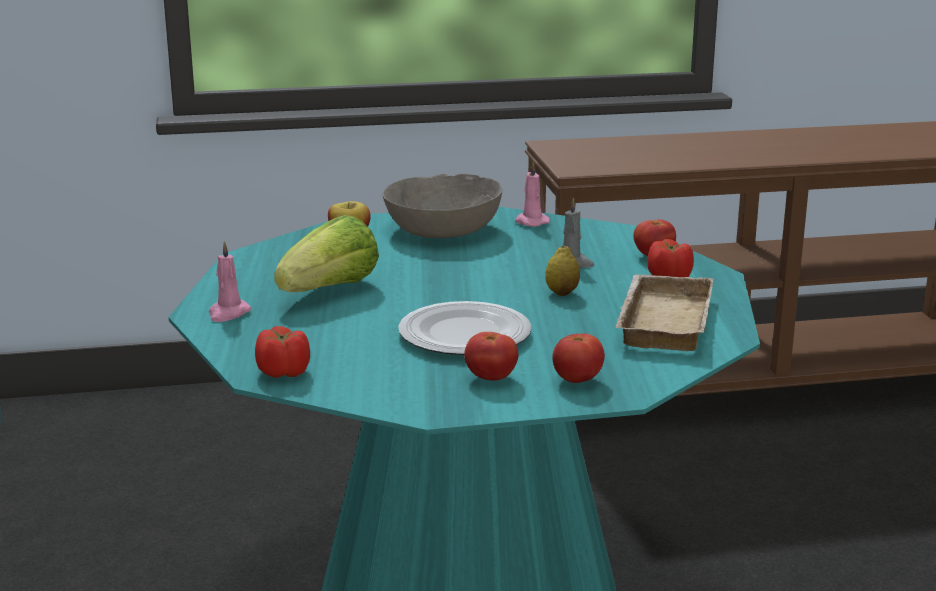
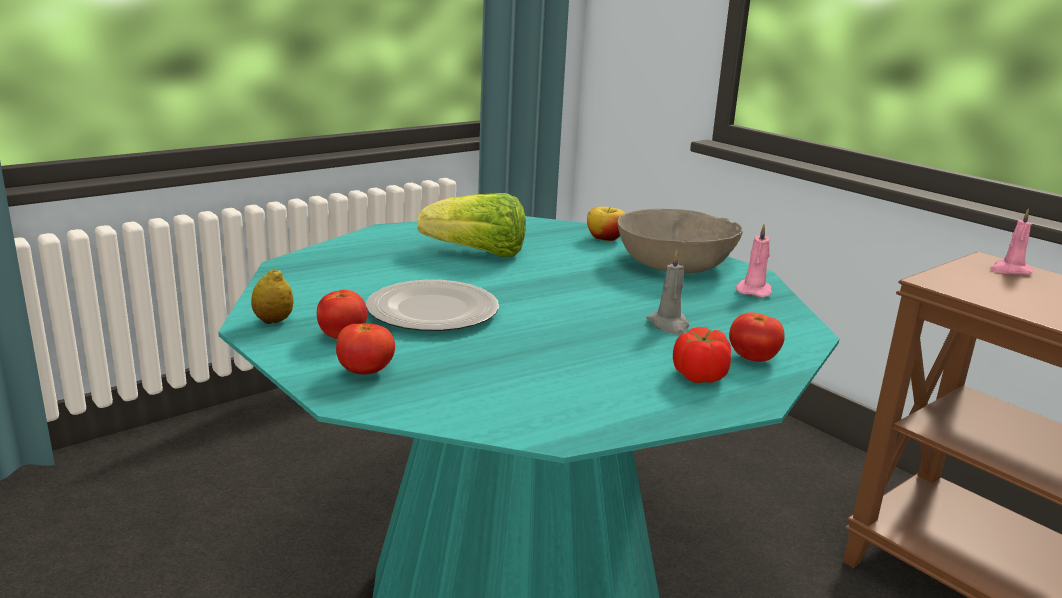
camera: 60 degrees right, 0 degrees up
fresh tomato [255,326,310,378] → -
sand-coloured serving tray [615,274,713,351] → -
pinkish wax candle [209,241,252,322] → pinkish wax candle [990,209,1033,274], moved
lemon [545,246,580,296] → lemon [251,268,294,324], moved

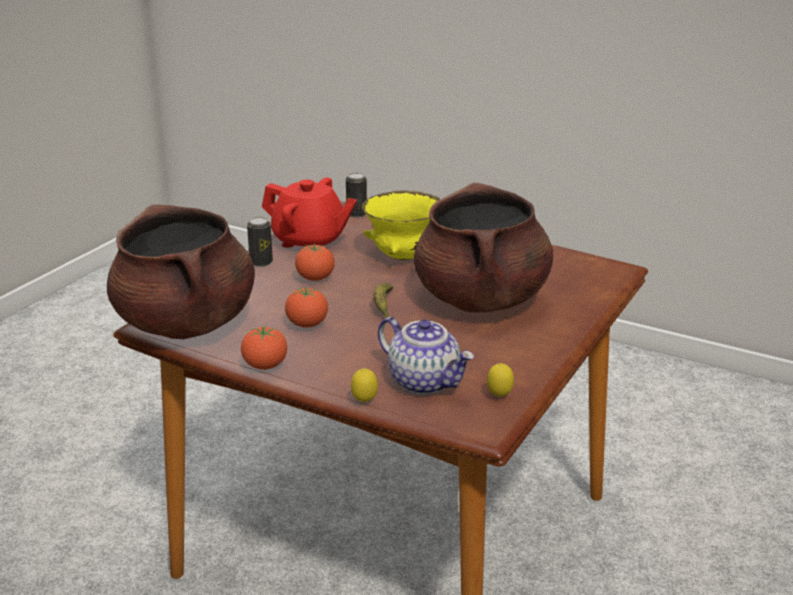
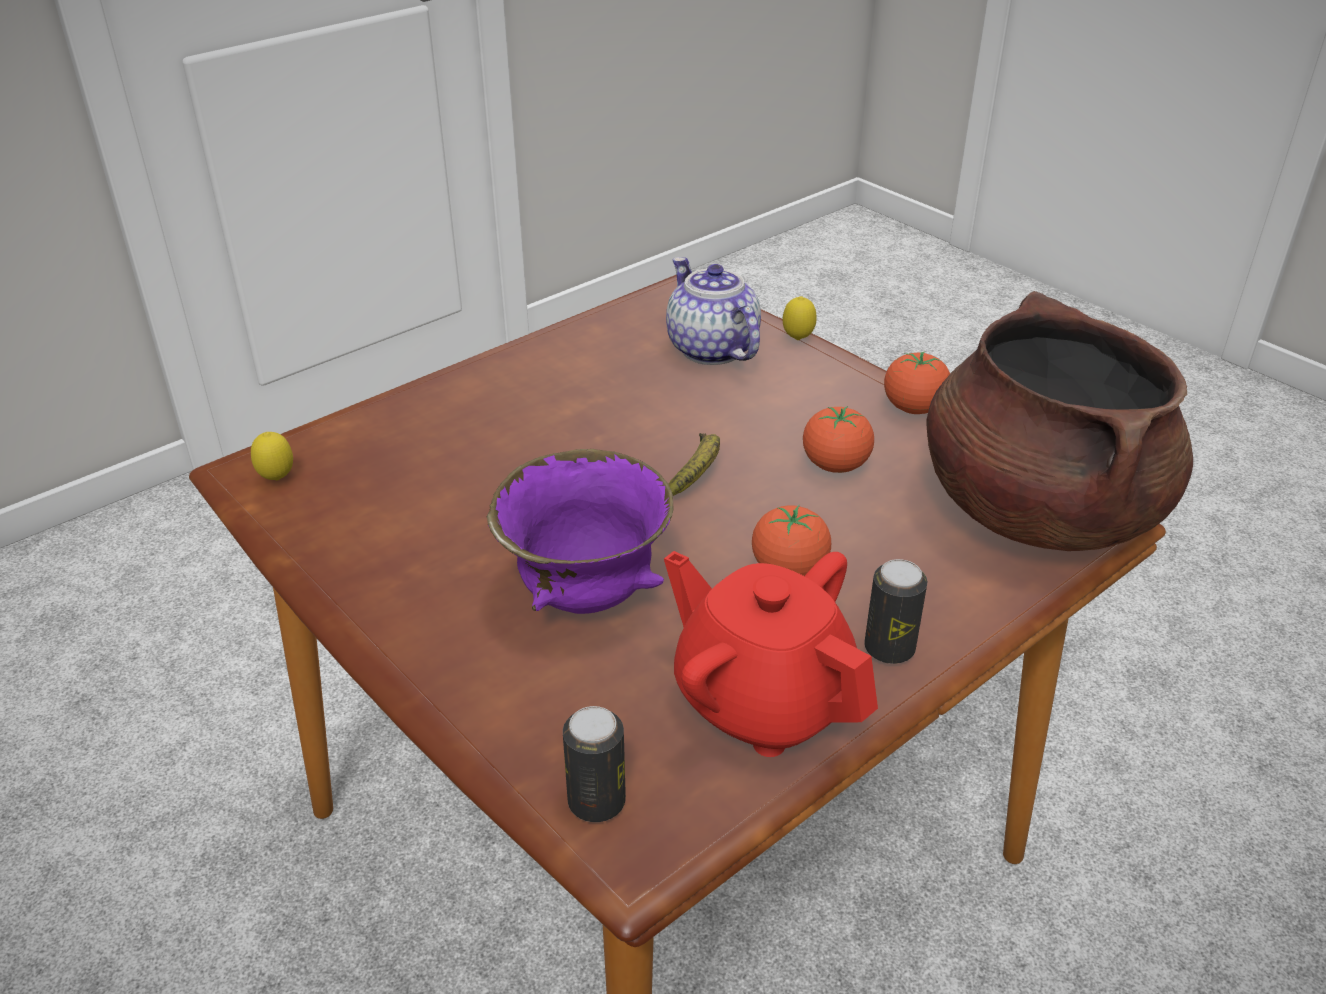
camera: 160 degrees left, 10 degrees up
brown stockpot [414,183,553,313] → -
lemon [487,363,514,397] → lemon [251,432,293,480], moved
yellowish deep dish [362,190,440,260] → purple-coloured deep dish [487,449,674,614]

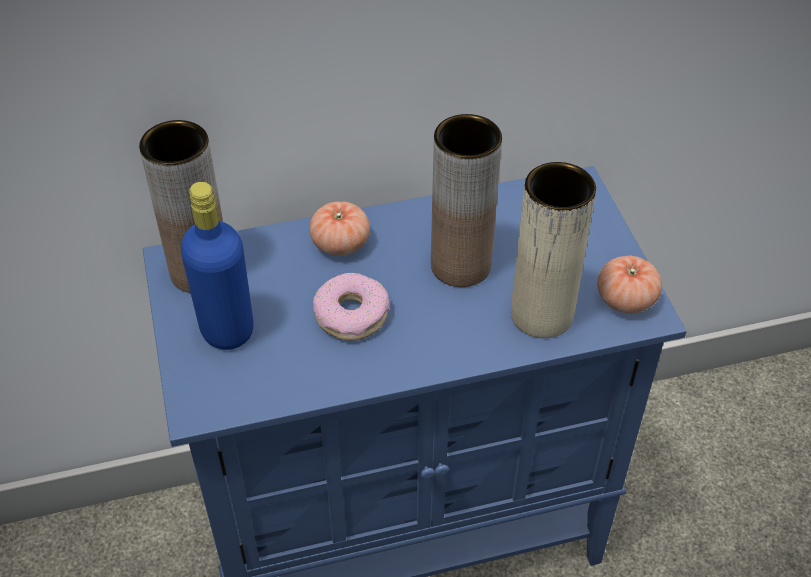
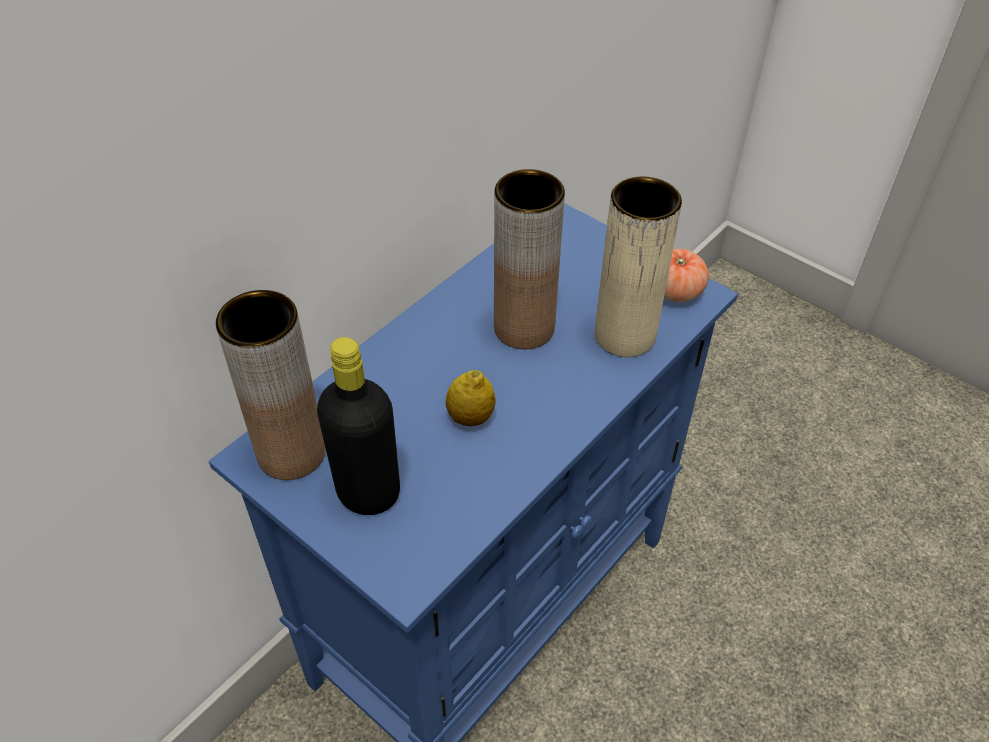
camera: 35 degrees left, 0 degrees up
fresh tomato [309,202,370,256] → -
doughnut [313,273,389,341] → lemon [445,370,496,426]
blue-coloured beverage bottle [181,182,254,350] → blackish beverage bottle [317,337,400,515]

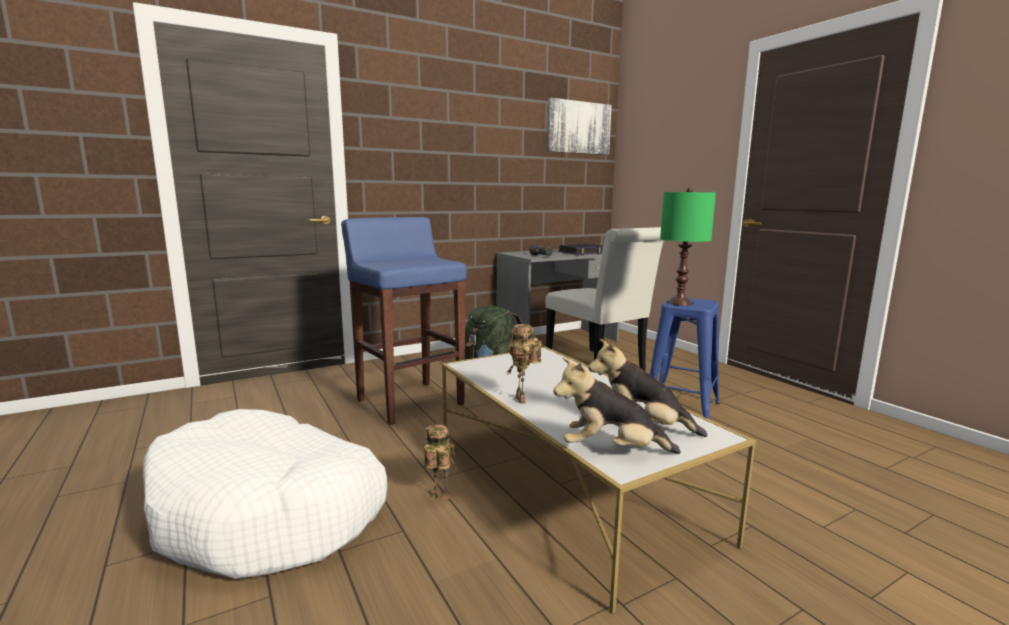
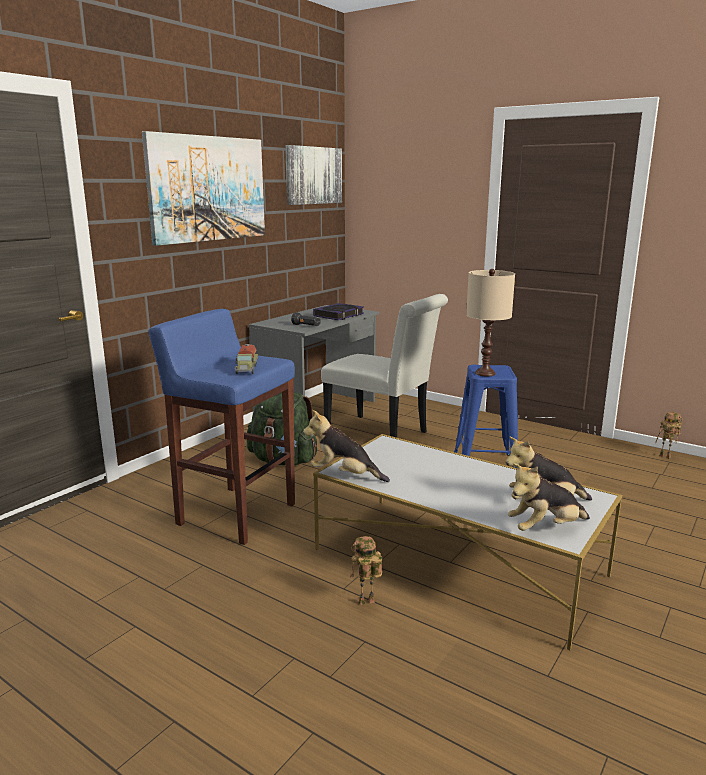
camera: 25 degrees left, 5 degrees up
white pet bed [143,409,387,579] → -
- → wall picture [142,131,265,246]
- → model truck [235,344,258,374]
- → plush toy [303,410,390,482]
model robot [506,324,542,404] → model robot [655,412,683,459], moved
green tabletop lamp [660,188,716,306] → sand-coloured tabletop lamp [466,269,515,376]

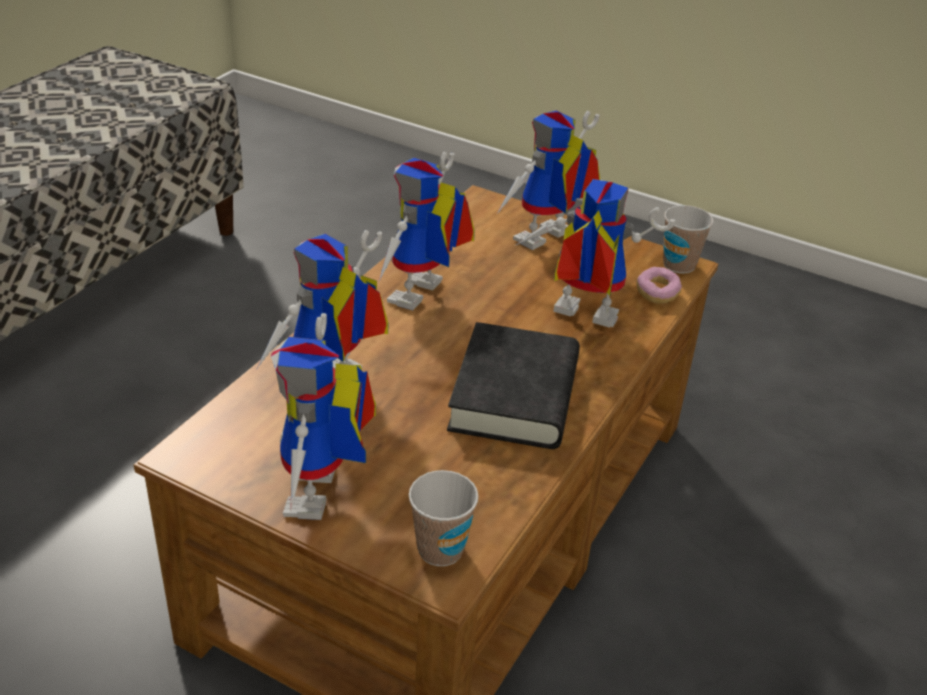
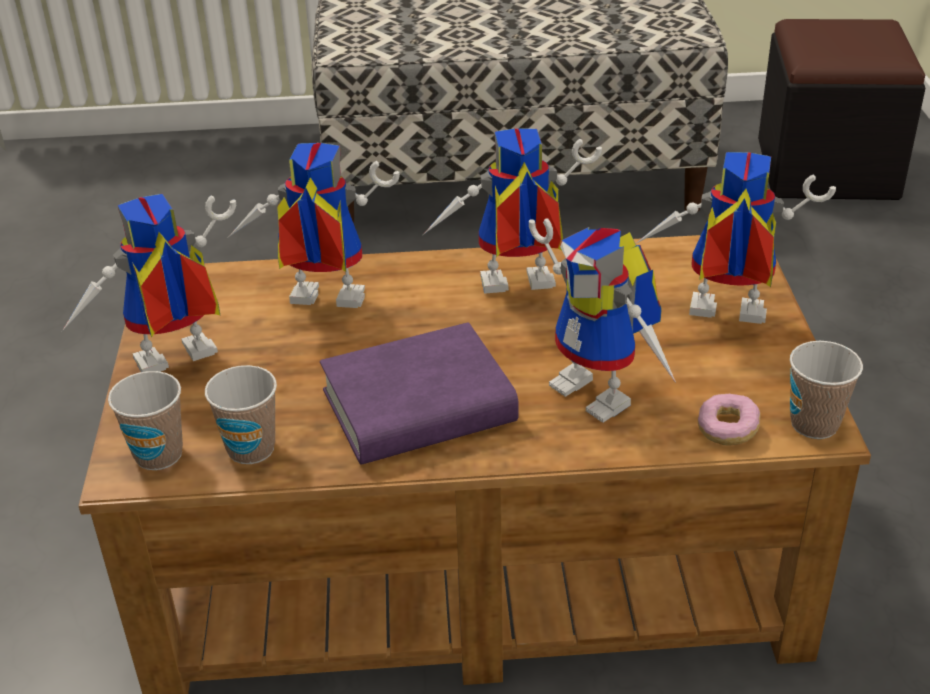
camera: 60 degrees right, 0 degrees up
- → drinking cup [205,365,277,464]
- → blackish ottoman [758,19,925,200]
blackish book [447,322,580,449] → purple-coloured book [320,322,519,464]
model robot [516,179,675,328] → model robot [529,218,676,423], 150 degrees clockwise

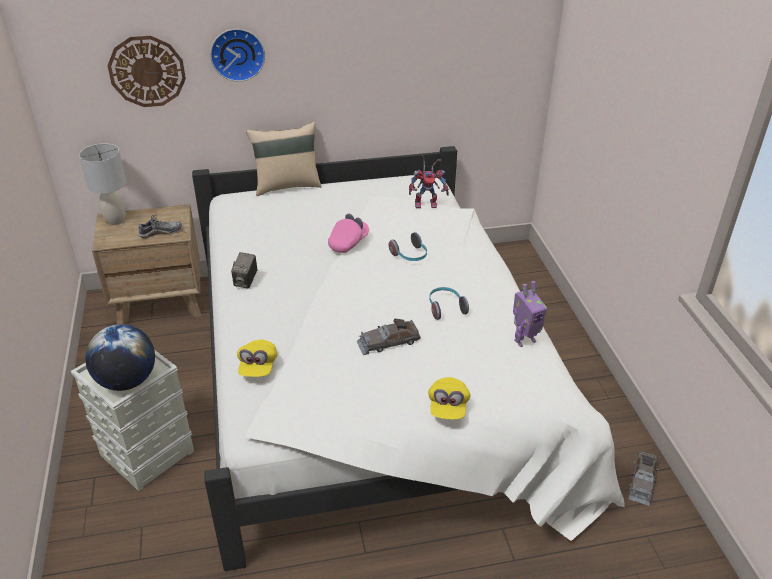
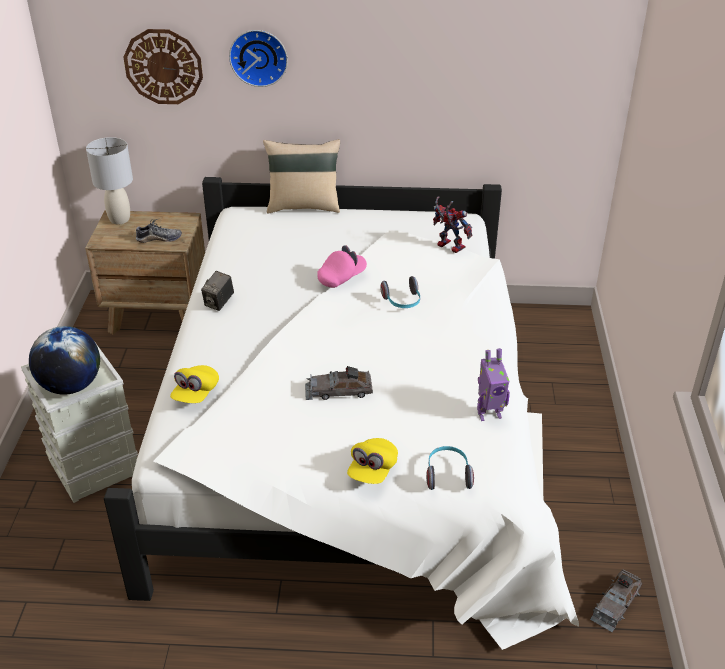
camera: 15 degrees right, 0 degrees up
headphones [429,287,469,320] → headphones [426,446,474,490], moved
model robot [409,155,449,208] → model robot [433,196,472,253], 150 degrees counterclockwise

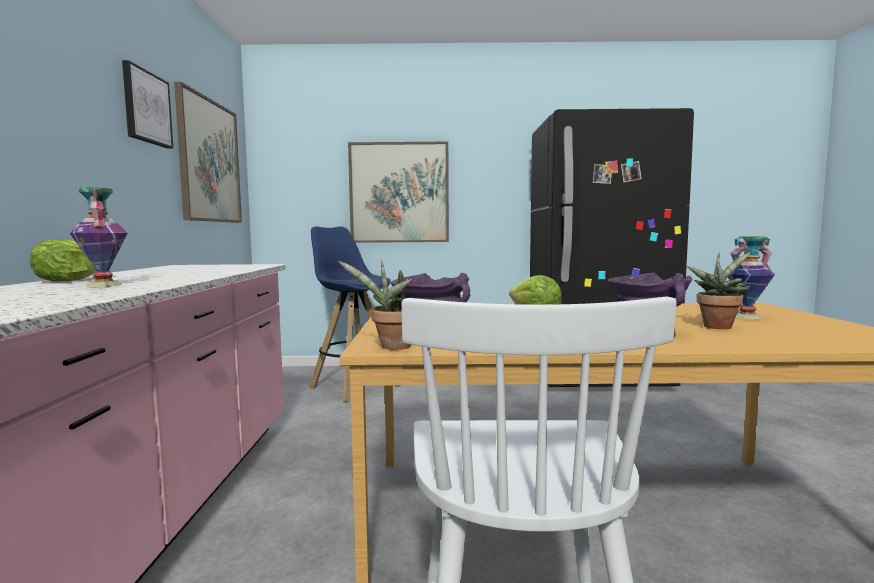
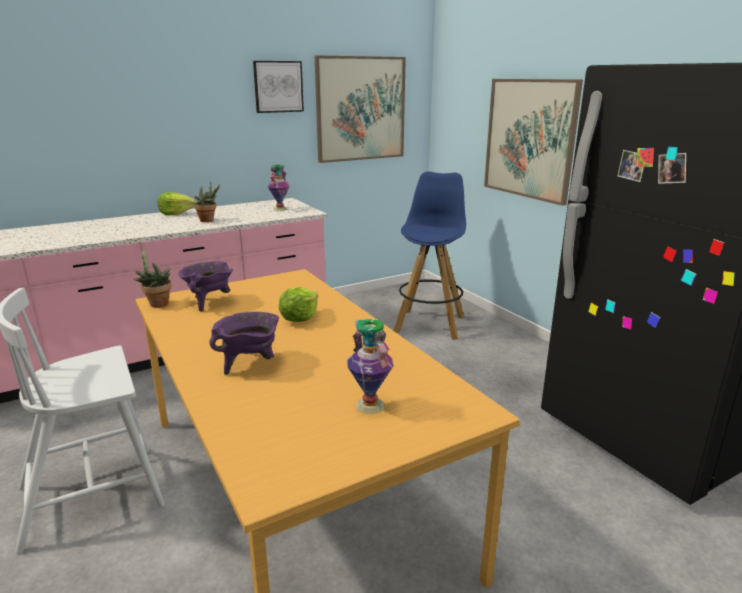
camera: 60 degrees right, 15 degrees up
decorative vase [70,187,128,287] → decorative vase [268,165,290,211], moved
plant in a pot [687,252,751,329] → plant in a pot [194,181,220,222], moved

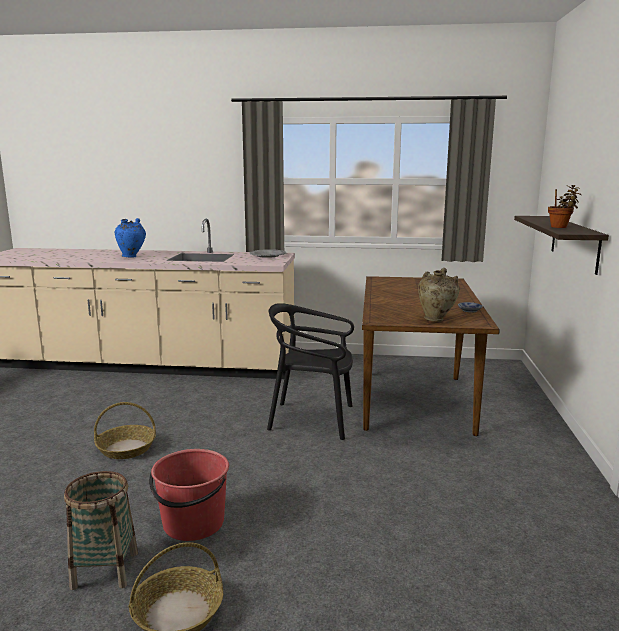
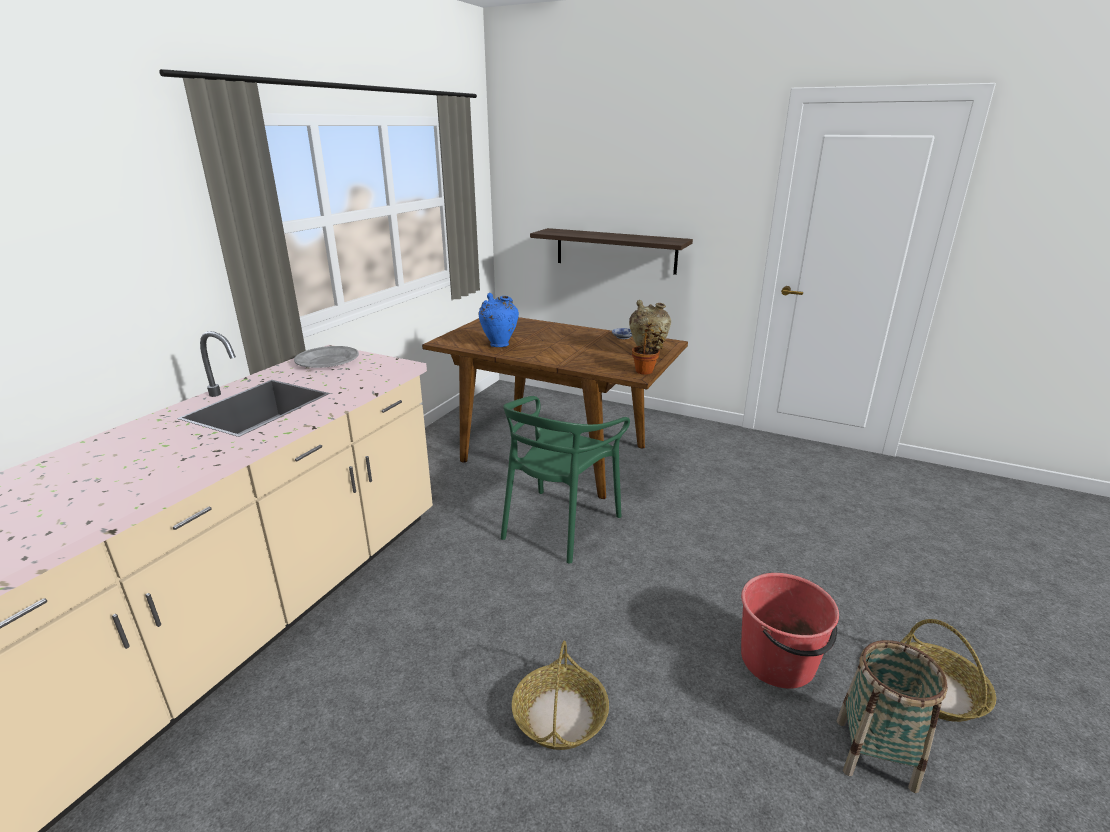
camera: 70 degrees left, 10 degrees up
blue-coloured decorative vase [115,218,146,258] → blue-coloured decorative vase [479,293,519,347], moved
plant in a pot [548,185,582,228] → plant in a pot [632,322,666,375], moved
blackish chair [267,303,354,440] → green chair [501,396,630,564]

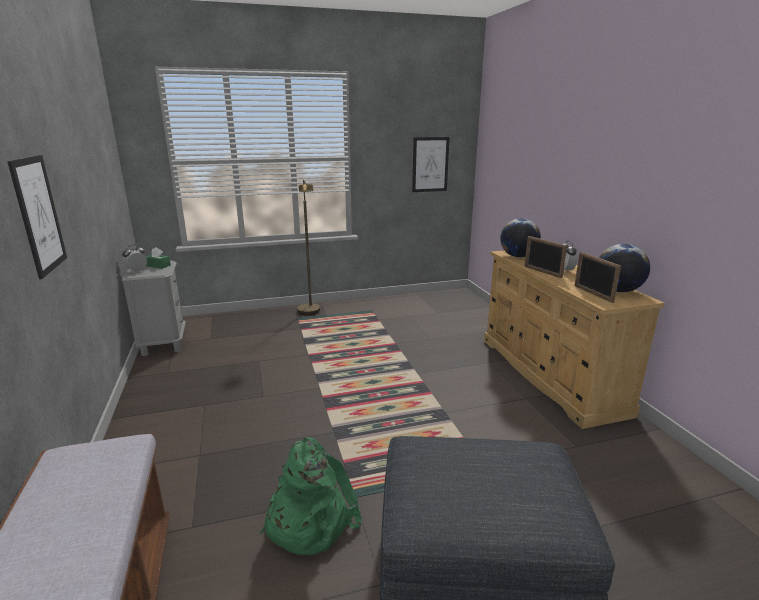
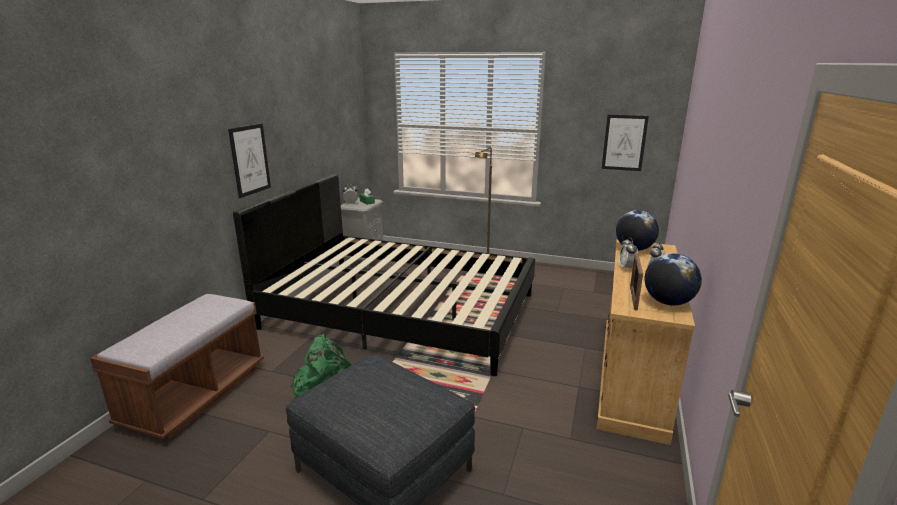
camera: 35 degrees right, 0 degrees up
- → blackish sleeping bed [233,174,535,376]
photo frame [524,236,567,278] → alarm clock [619,237,638,270]

